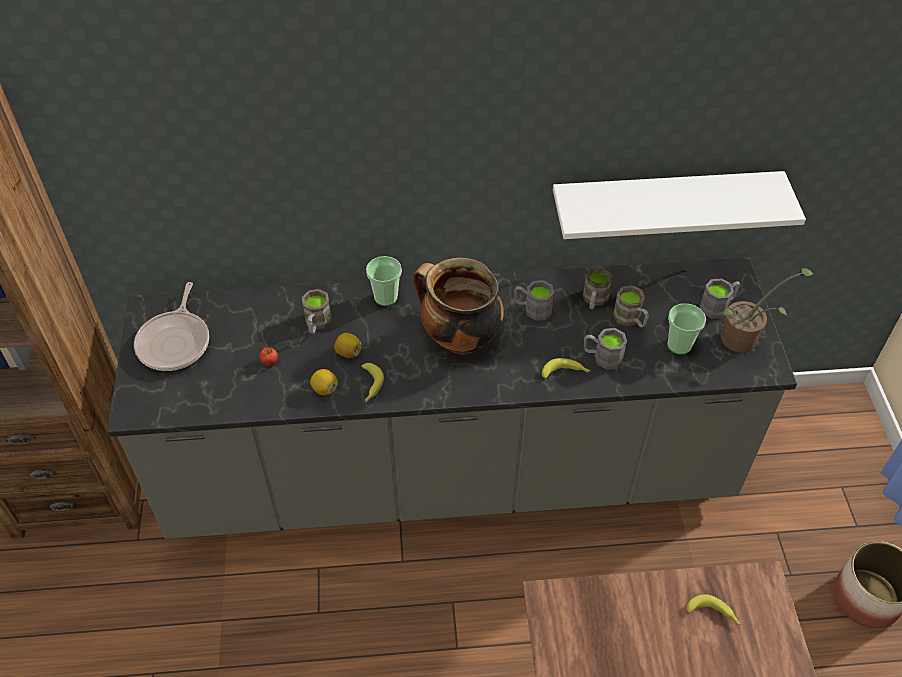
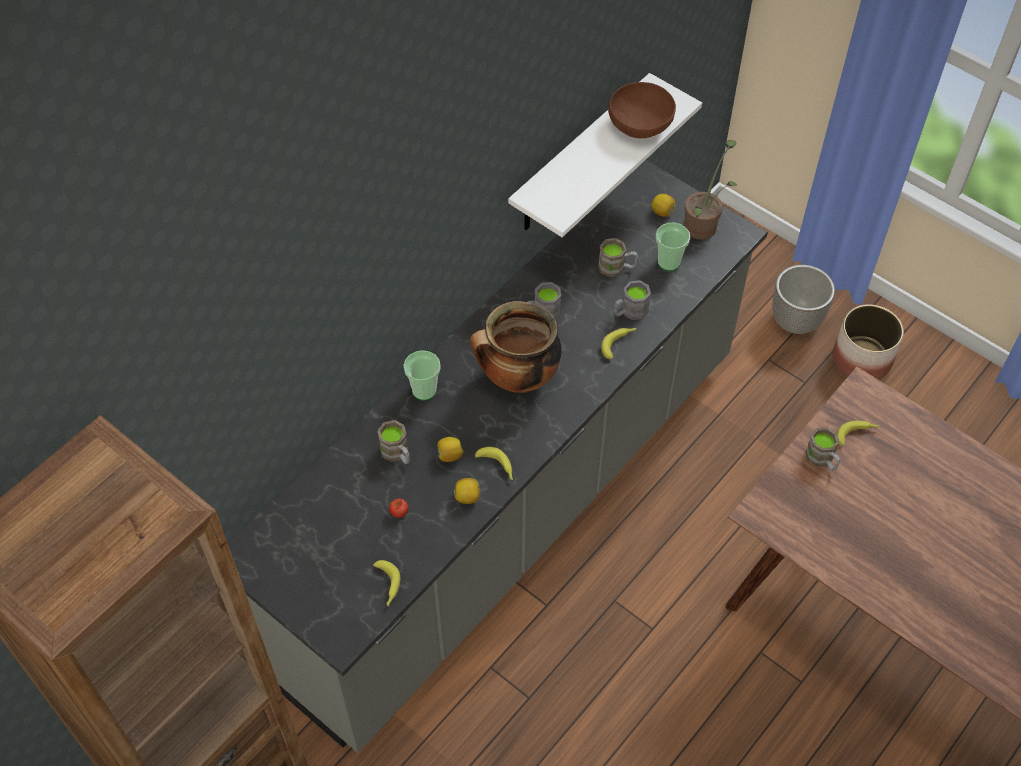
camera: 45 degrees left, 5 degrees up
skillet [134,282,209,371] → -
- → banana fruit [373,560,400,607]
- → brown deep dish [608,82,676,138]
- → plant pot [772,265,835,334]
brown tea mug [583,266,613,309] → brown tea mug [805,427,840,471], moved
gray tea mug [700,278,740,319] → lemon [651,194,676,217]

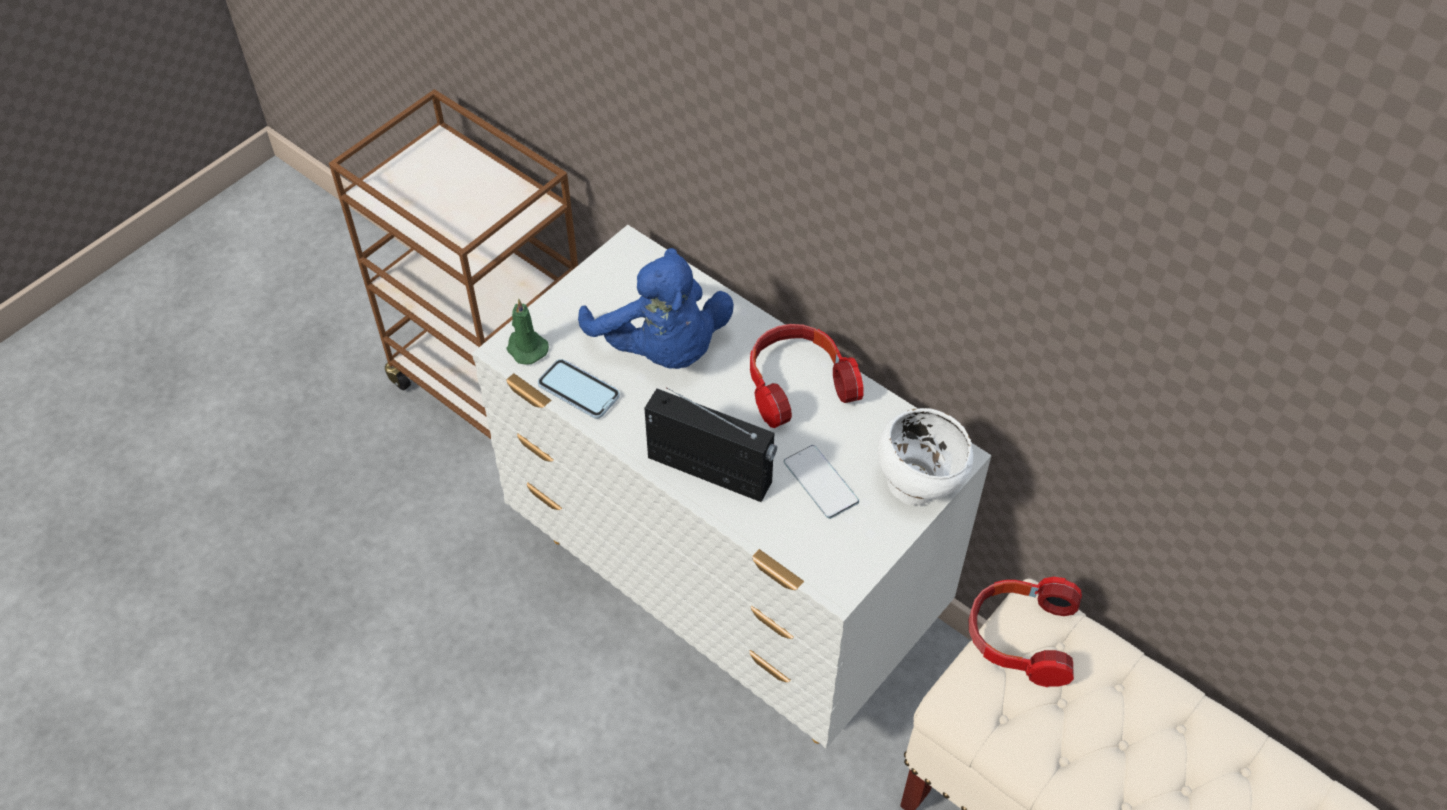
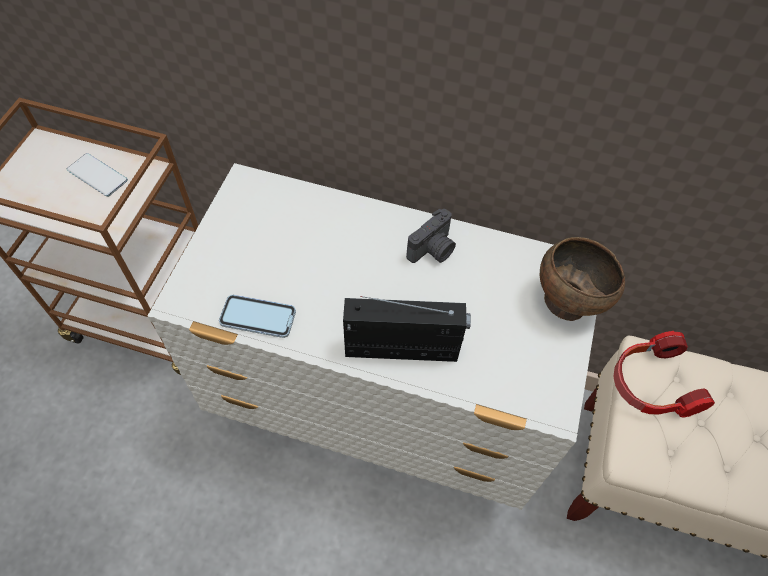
camera: 25 degrees left, 5 degrees up
green wax candle [506,299,549,365] → -
blue-coloured plush toy [578,248,734,369] → -
handset [784,445,859,519] → handset [67,153,128,197], moved
headphones [750,324,864,428] → still camera [406,209,456,263]
white deep dish [878,408,974,505] → brown deep dish [540,237,625,321]

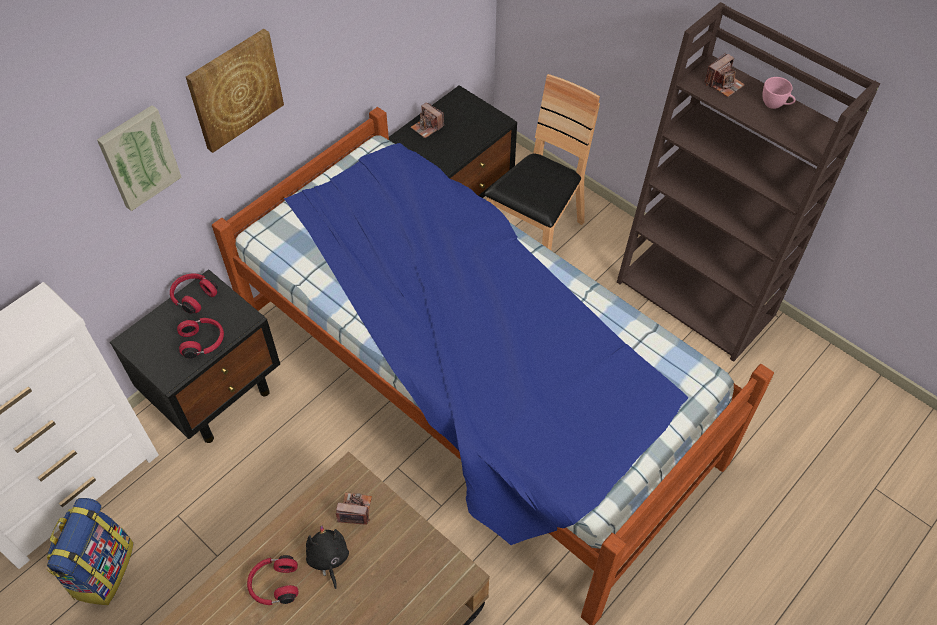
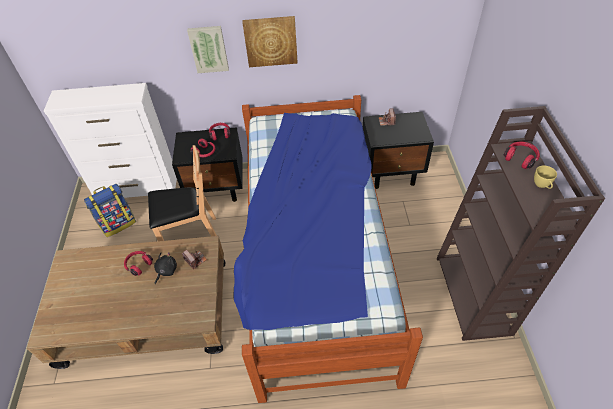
camera: 45 degrees right, 5 degrees down
brown chair [484,74,600,250] → brown chair [148,145,217,241], moved
still camera [705,53,745,97] → red-coloured headphones [504,141,540,169]
pinkish drinking cup [763,77,796,109] → yellowish drinking cup [534,165,557,189]

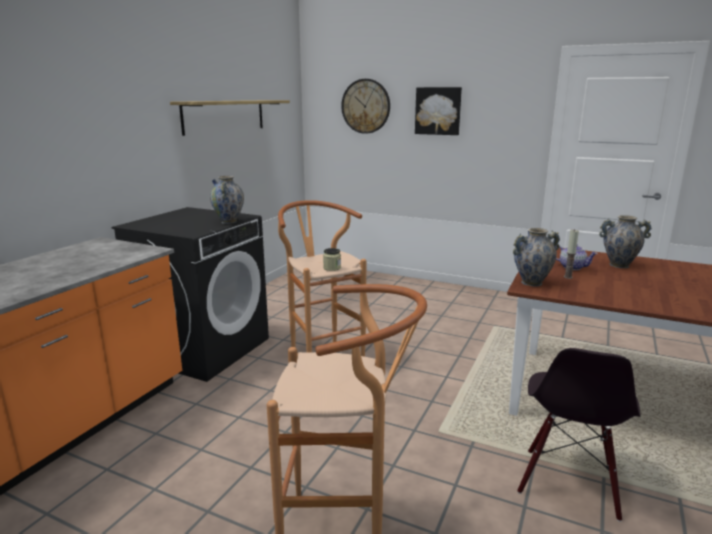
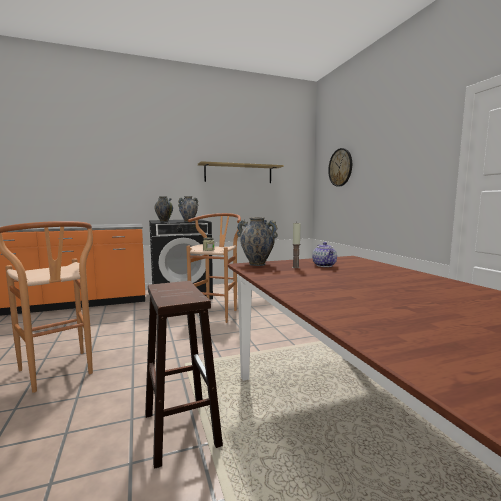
camera: 45 degrees right, 10 degrees down
wall picture [415,87,462,135] → -
decorative vase [599,215,652,268] → decorative vase [154,196,173,222], moved
blackish chair [517,348,641,522] → brown stool seat [145,281,223,469]

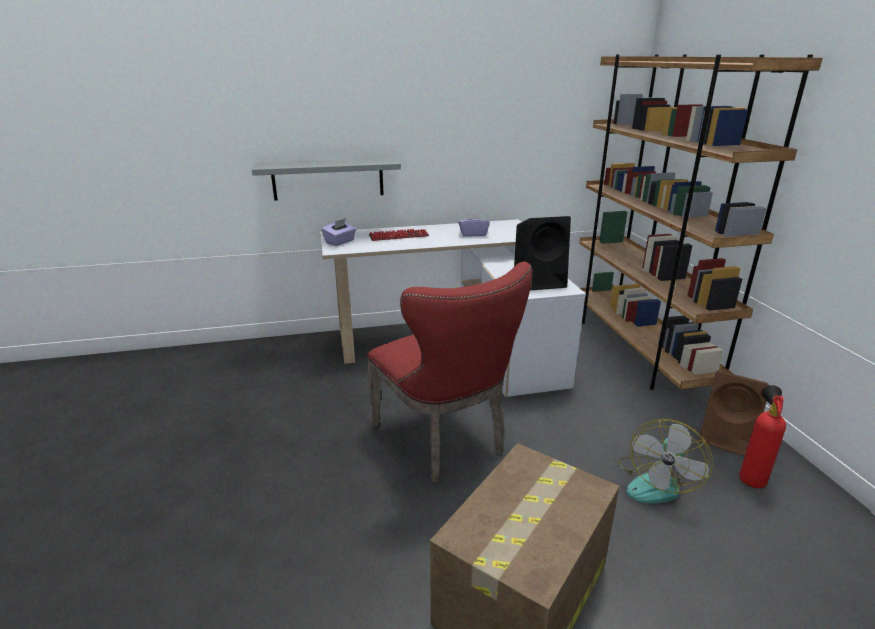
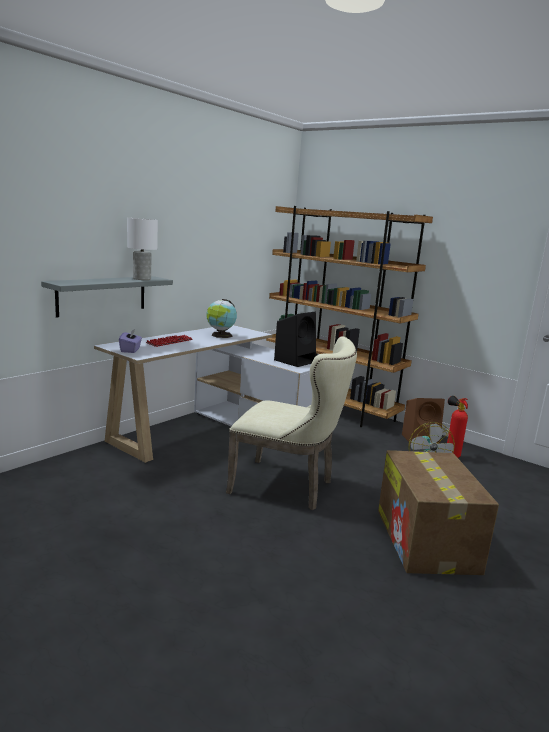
camera: 40 degrees left, 10 degrees down
- → white tabletop lamp [127,218,158,280]
purple-coloured tissue holder [458,211,490,237] → world globe [207,299,237,338]
red-coloured chair [367,262,532,482] → sand-coloured chair [226,336,357,510]

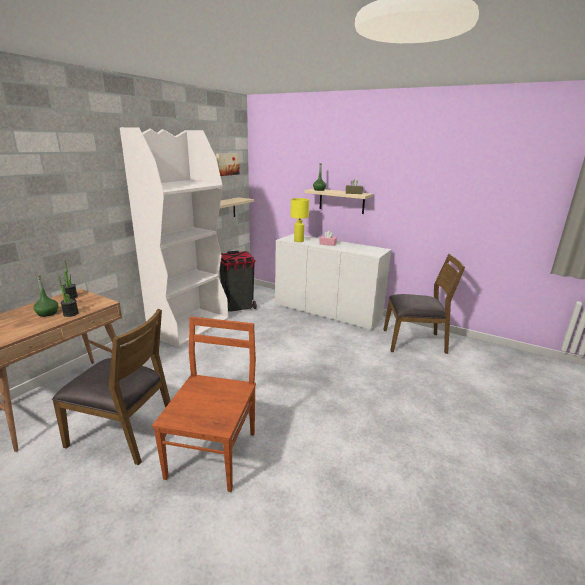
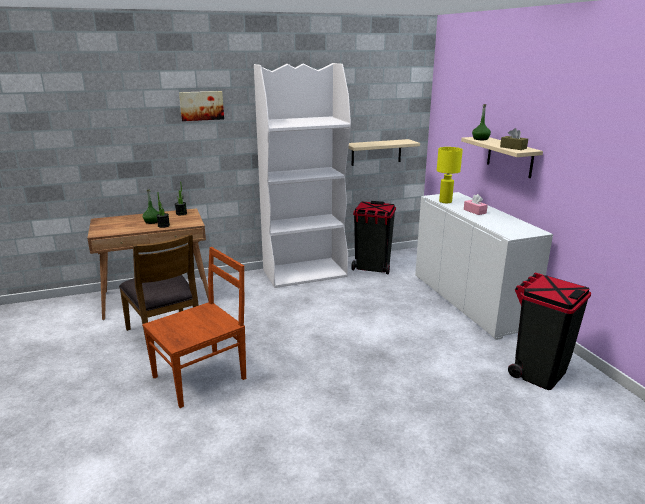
camera: 40 degrees right, 0 degrees up
wall picture [216,153,240,176] → wall picture [179,91,224,121], moved
brown chair [383,254,465,354] → blackish trash can [508,273,591,390]

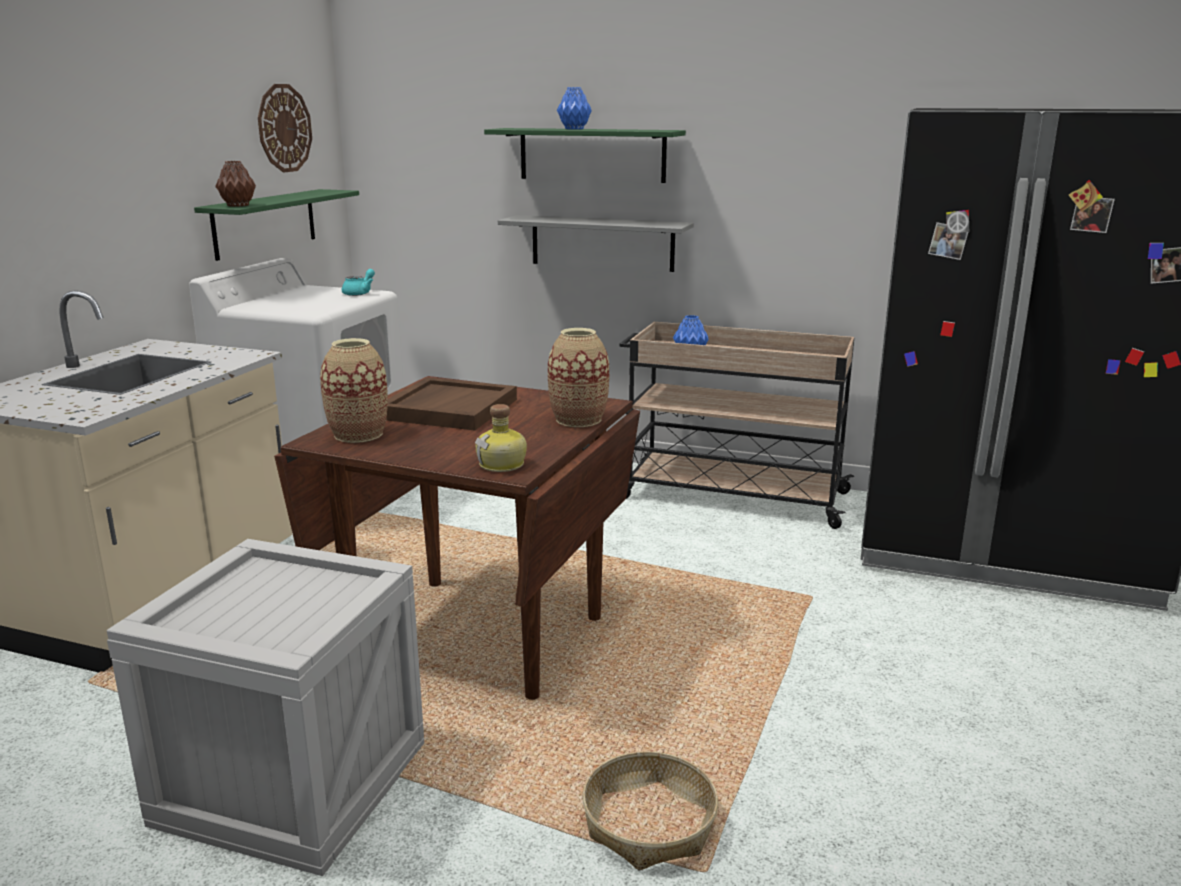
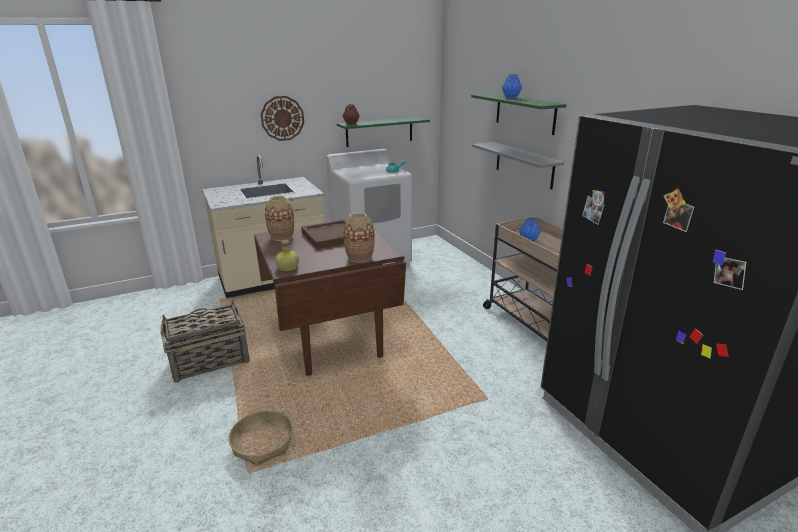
camera: 45 degrees right, 5 degrees up
wall clock [258,84,312,173] → wall clock [261,96,304,141], moved
shipping crate [107,539,424,876] → storage basket [160,300,250,383]

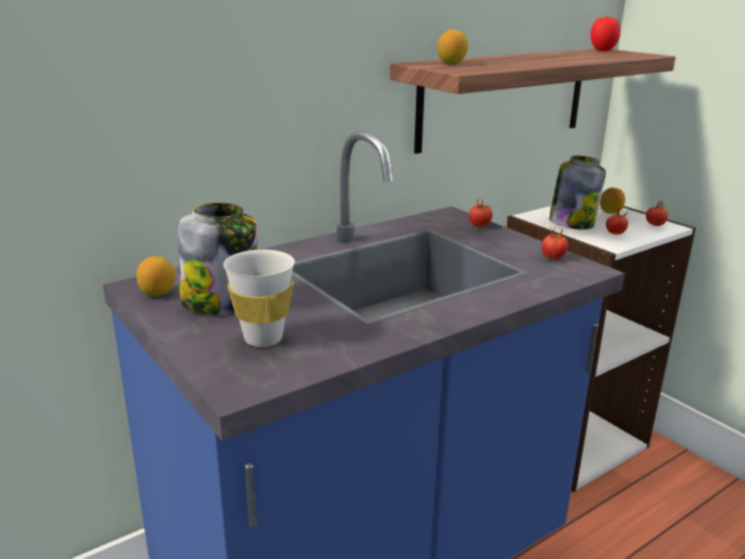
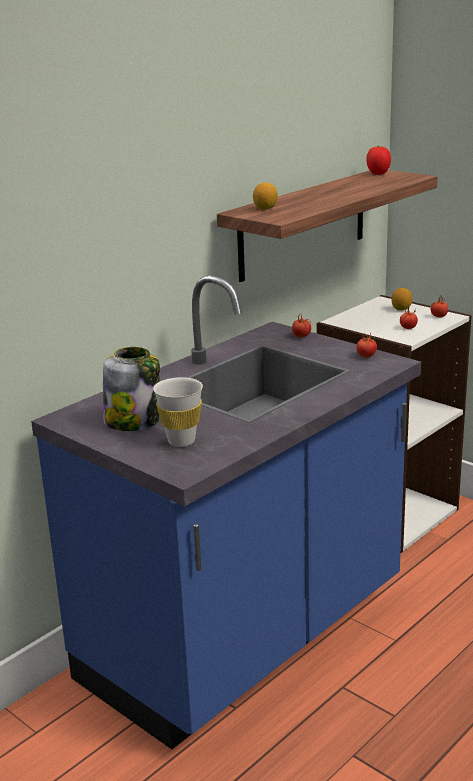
camera: 10 degrees left, 0 degrees up
lemon [136,256,175,296] → -
preserve jar [549,156,606,229] → -

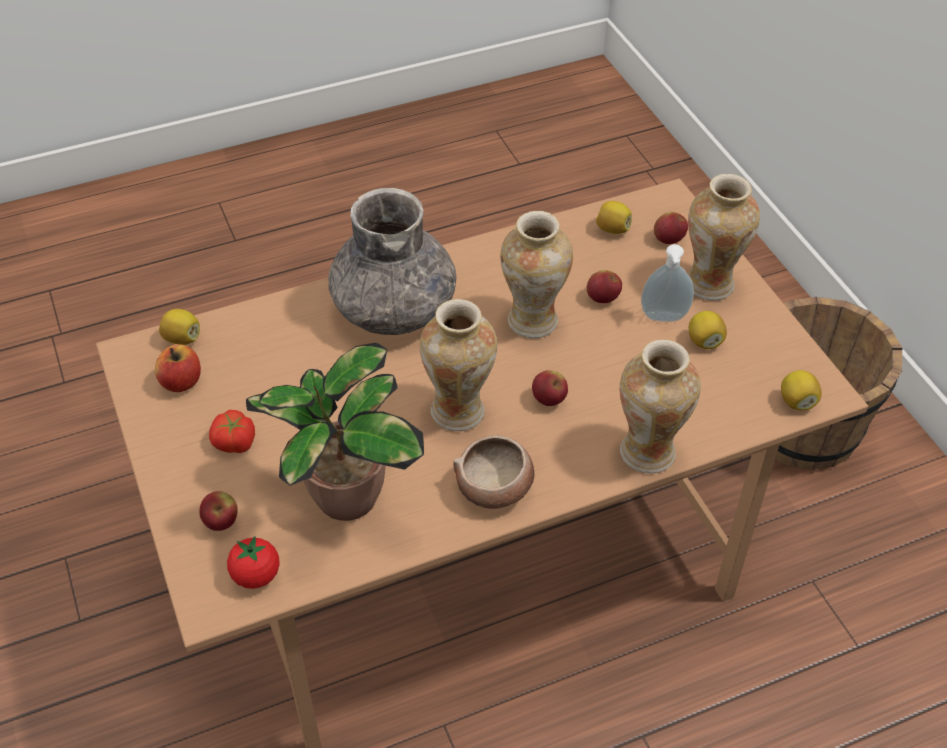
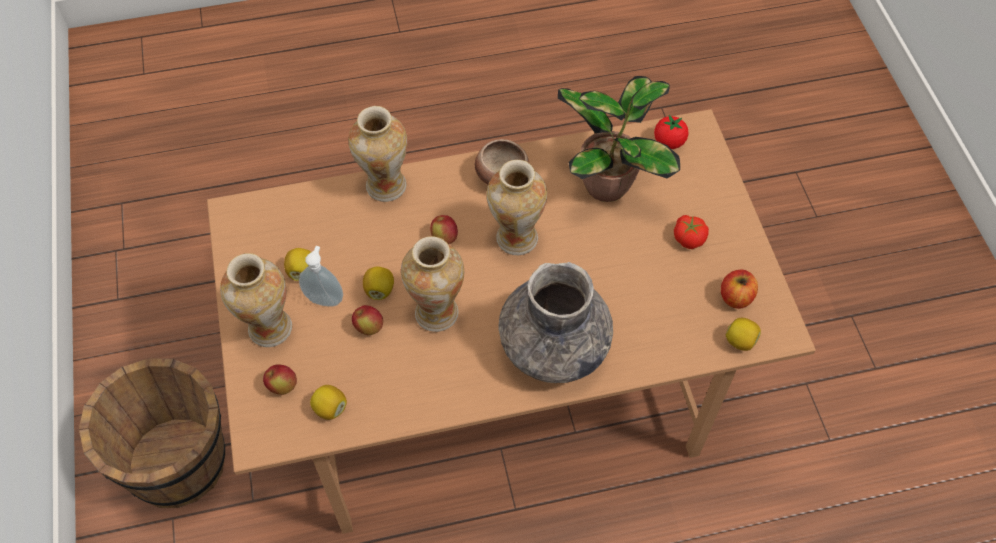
camera: 170 degrees left, 10 degrees up
whole apple [199,491,238,531] → -
lemon [781,370,822,411] → lemon [363,267,394,300], moved

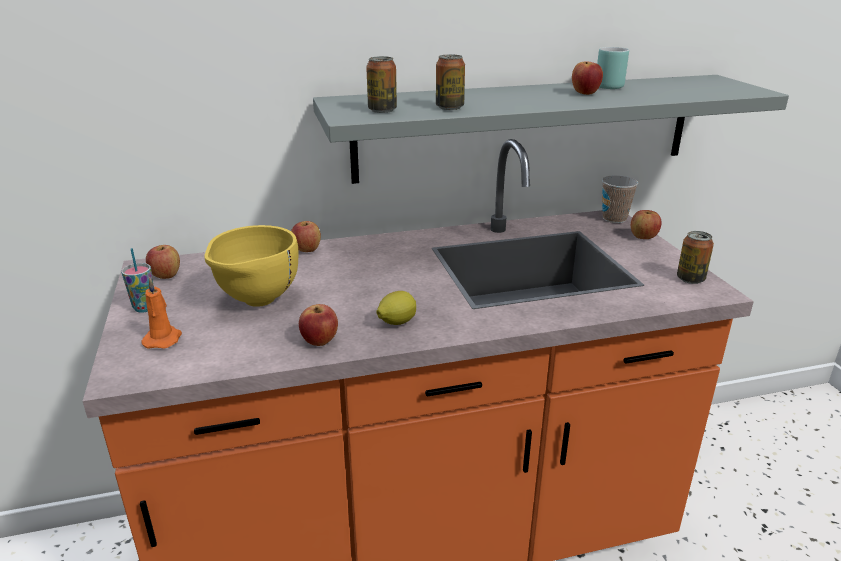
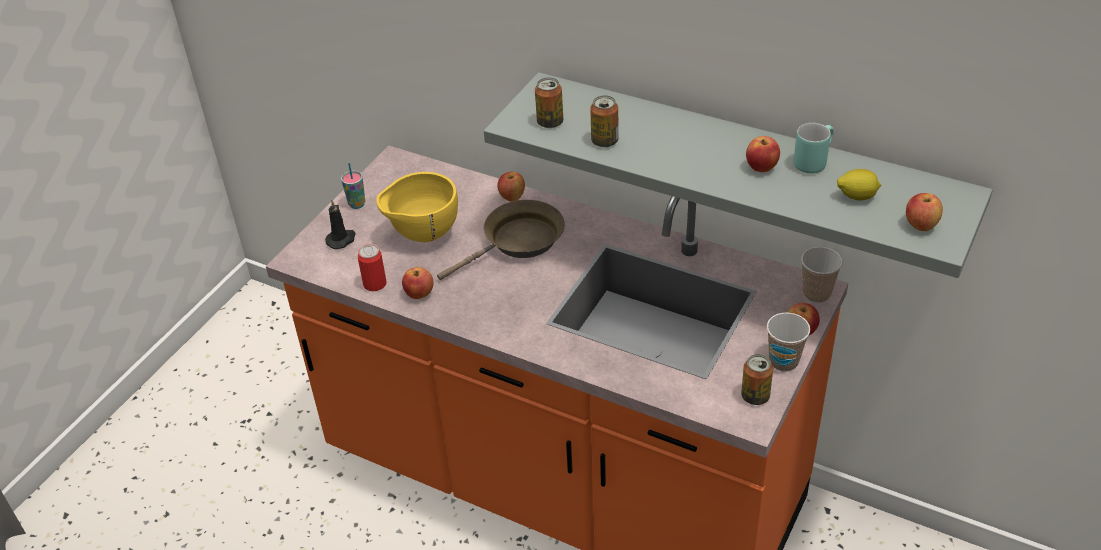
camera: 45 degrees right, 15 degrees up
- → can [358,244,386,291]
- → brown skillet [437,200,565,280]
- → drinking cup [767,313,810,372]
whole apple [146,245,180,279] → whole apple [906,193,943,231], moved
lemon [376,291,416,325] → lemon [837,169,881,200], moved
orangey wax candle [141,278,182,348] → blackish wax candle [325,200,356,250]

